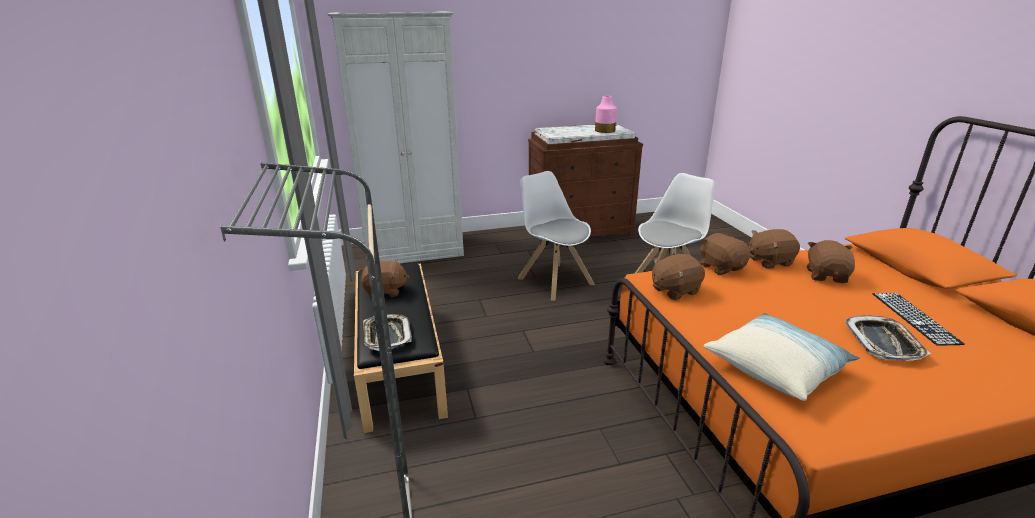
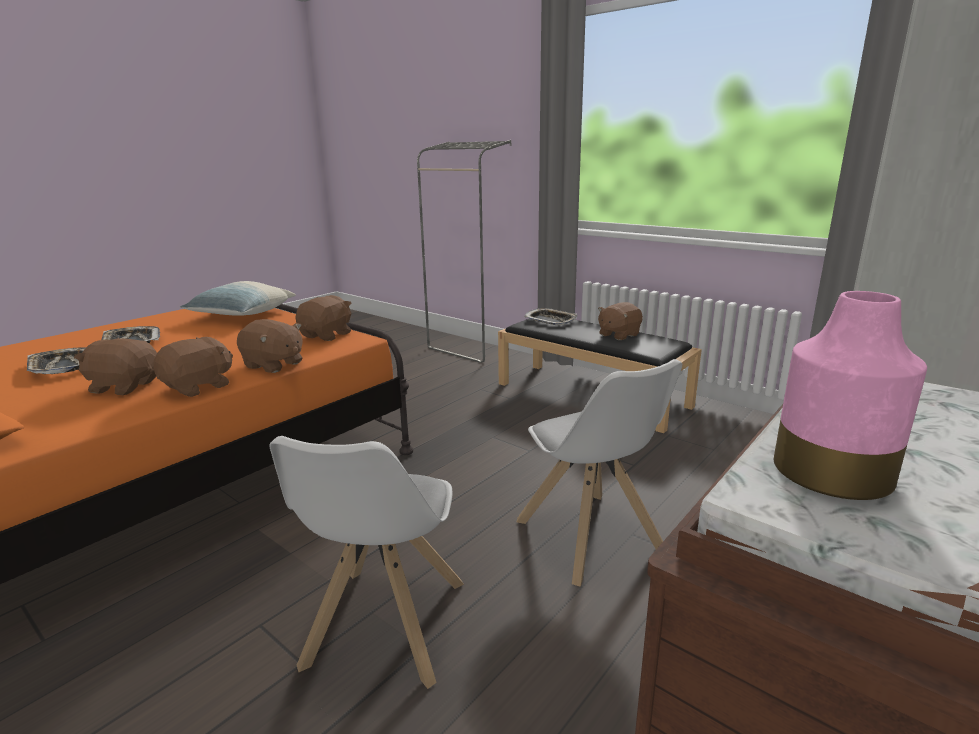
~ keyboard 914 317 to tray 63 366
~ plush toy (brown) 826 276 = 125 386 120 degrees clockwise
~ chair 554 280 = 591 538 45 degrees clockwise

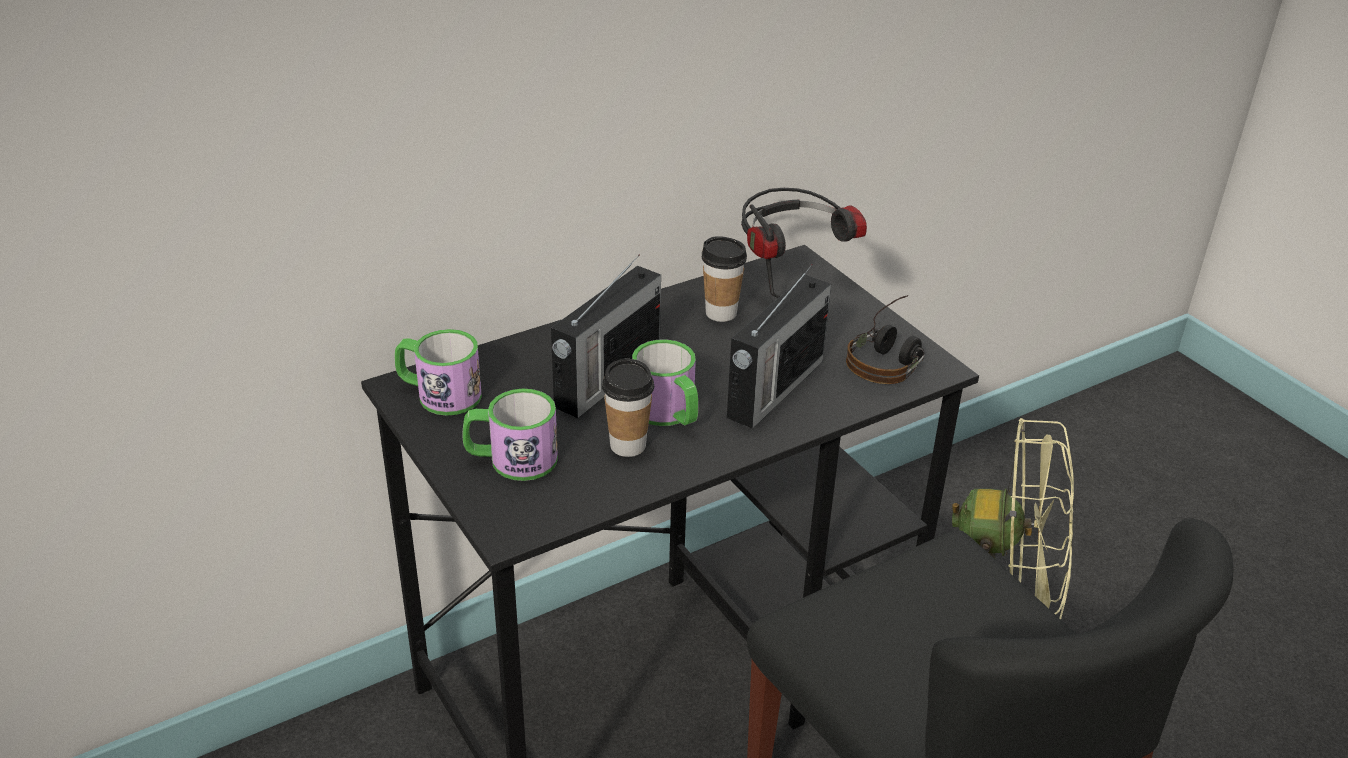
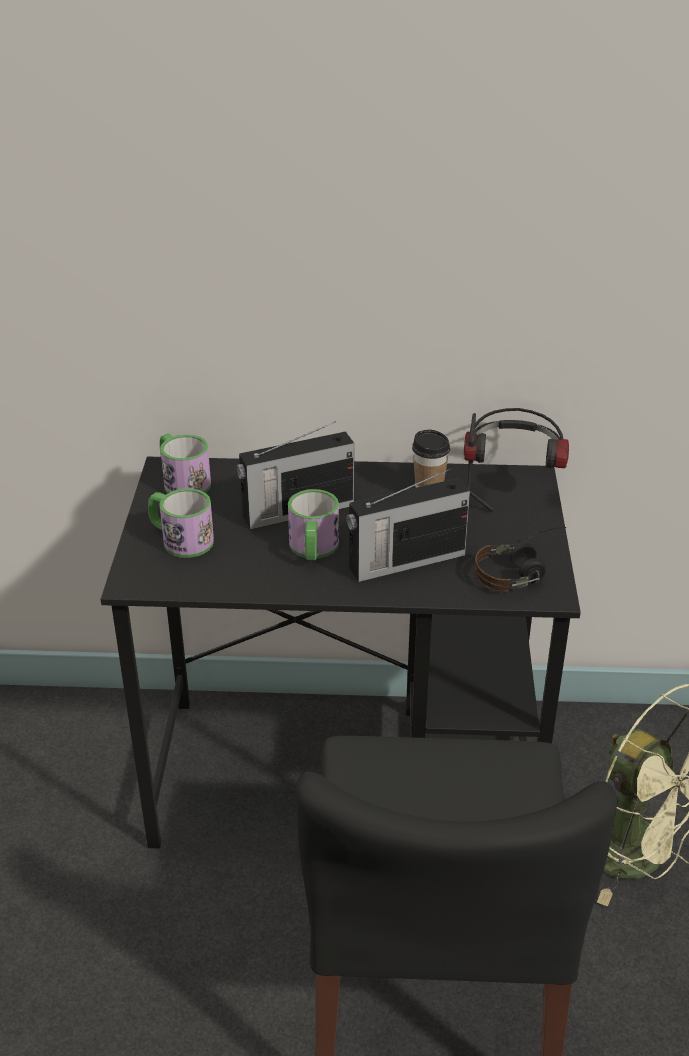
- cup 628 445

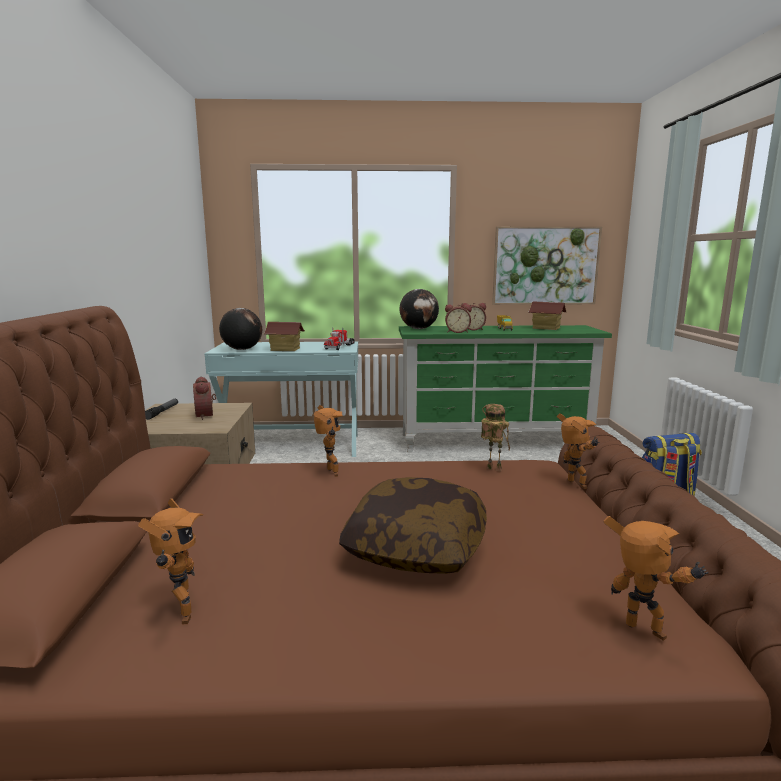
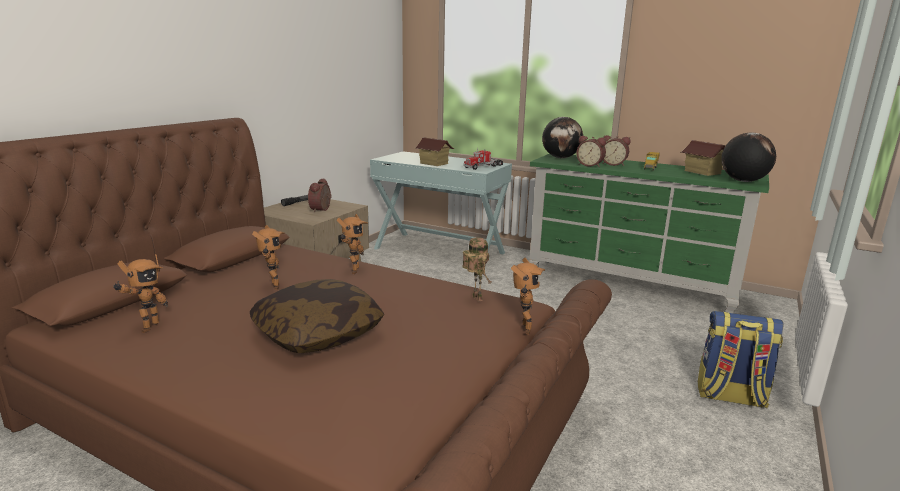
~ toy robot 644 634 to 272 286
~ globe 242 349 to 743 181
- picture 545 266

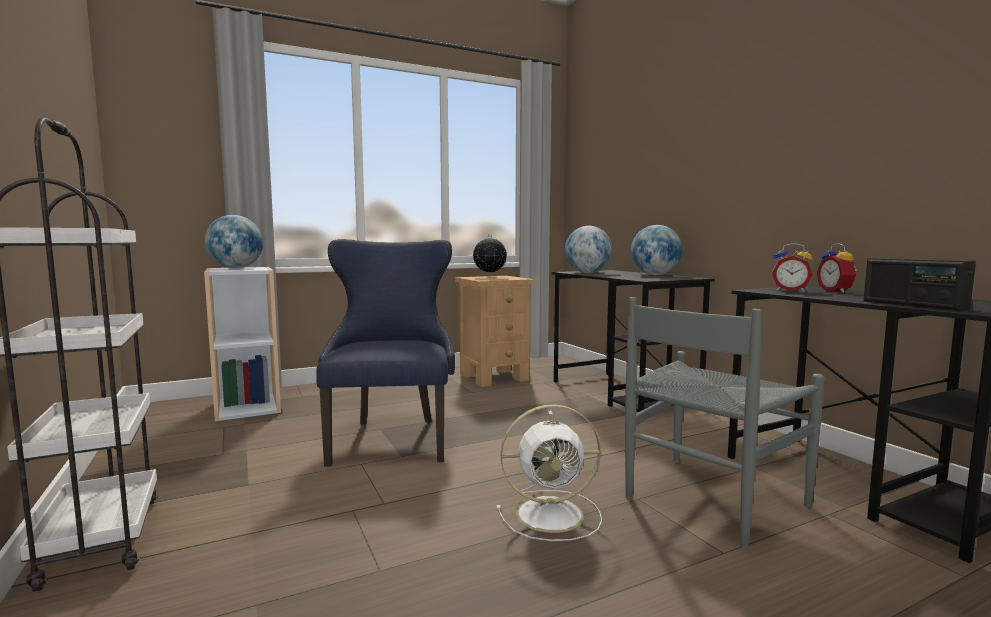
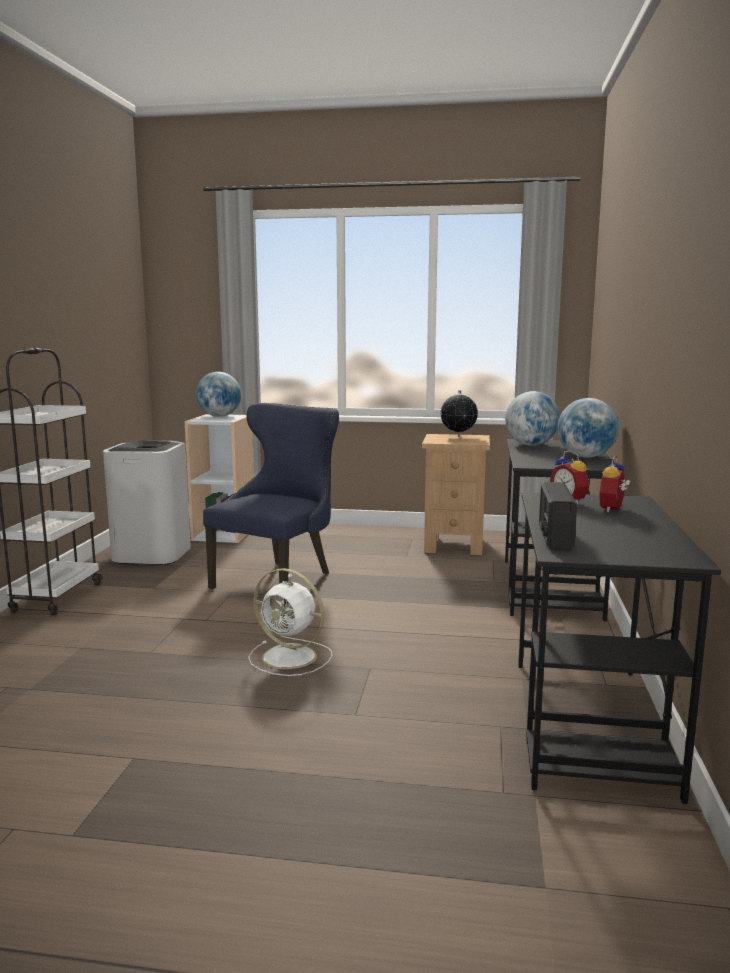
+ trash can (white) 153 554
- chair (grey) 709 501

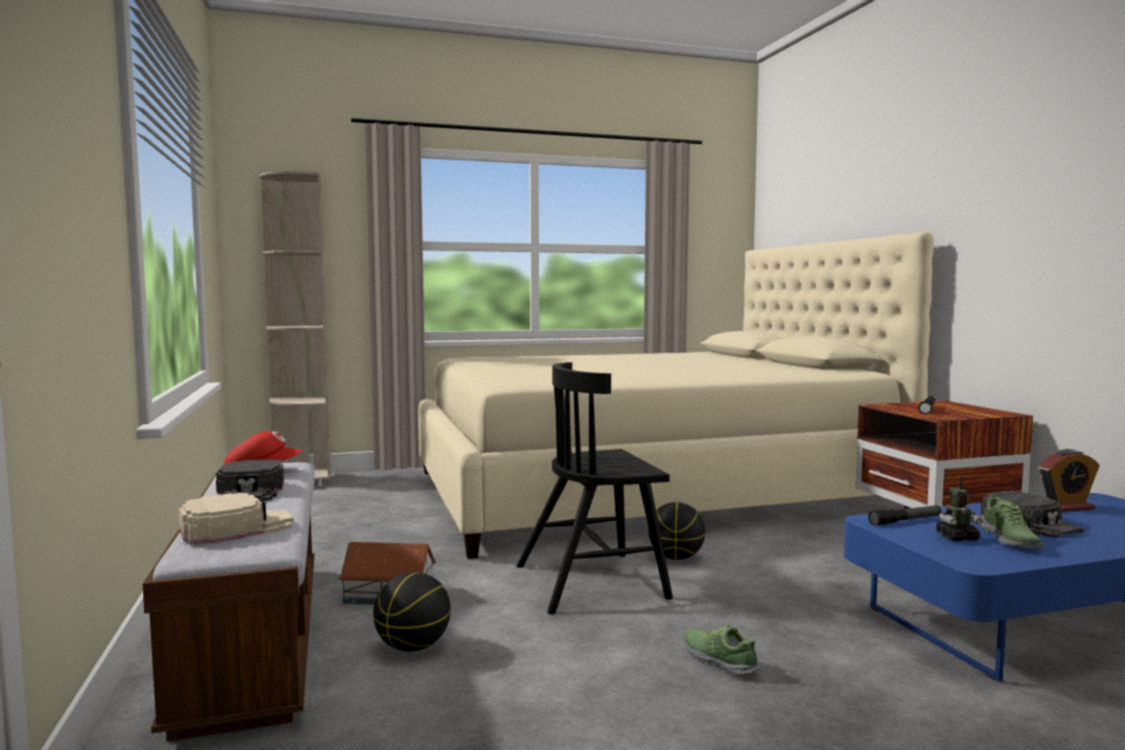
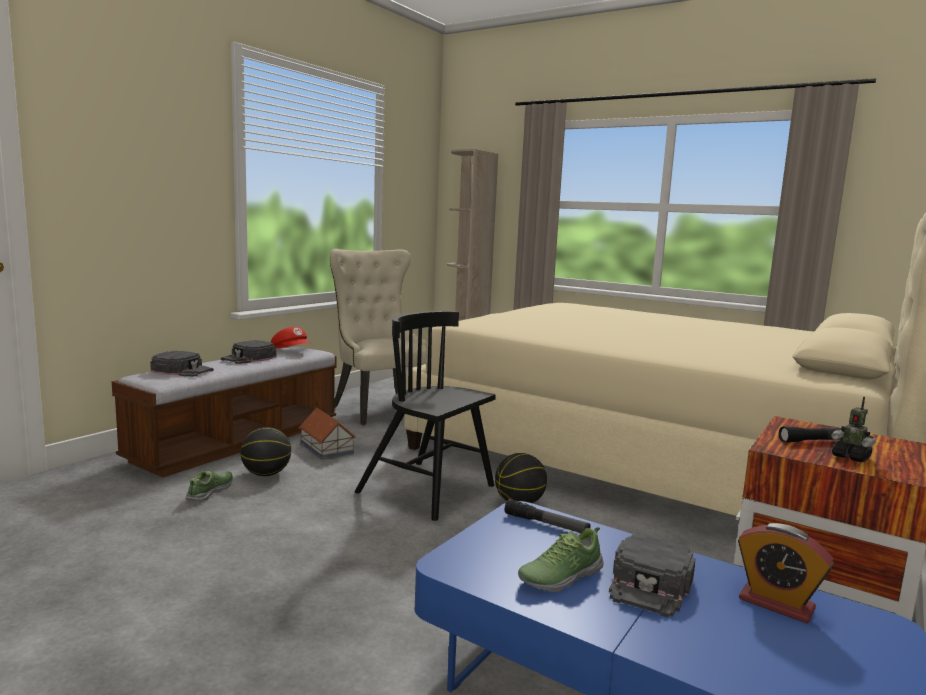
~ cap (beige) 236 528 to cap (black) 183 370
~ shoe 719 660 to 211 492
+ chair (beige) 379 410
~ toy robot 957 538 to 851 457

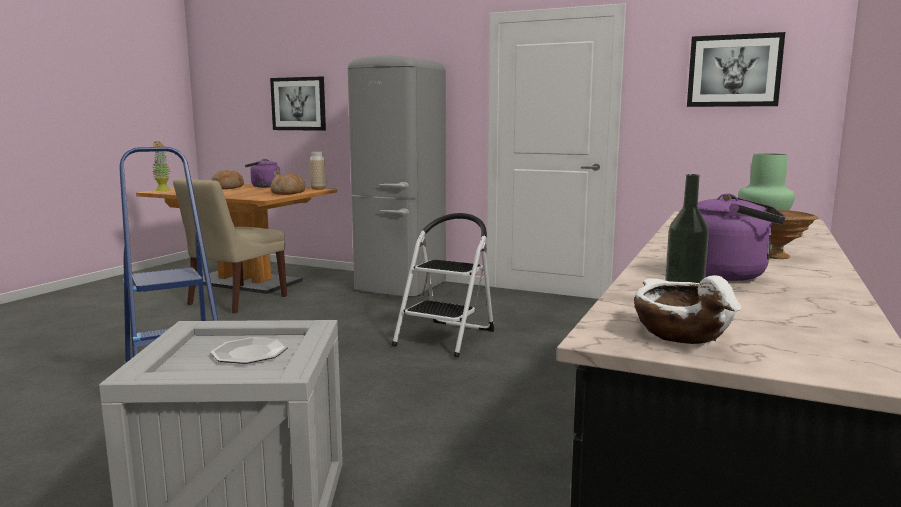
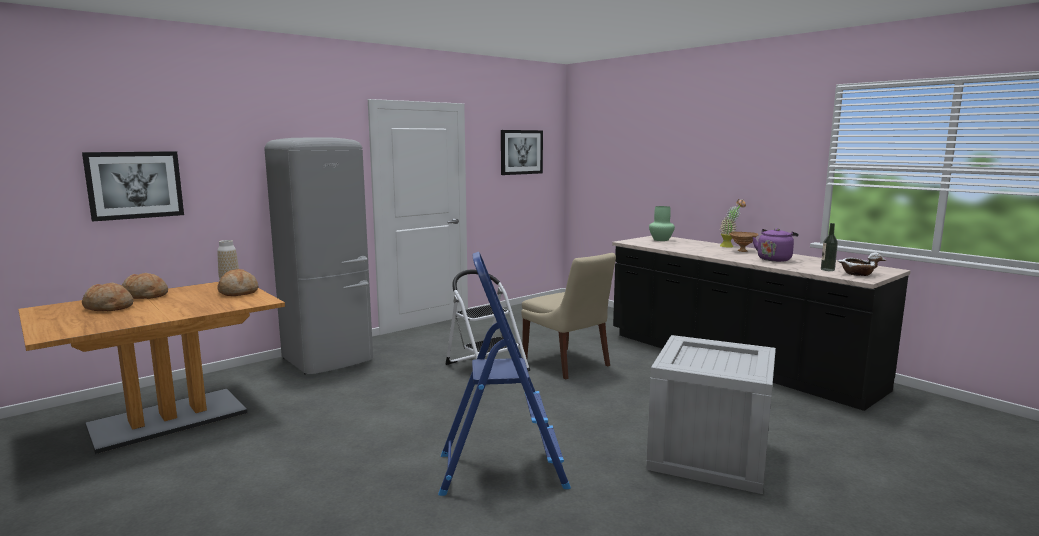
~ kettle (purple) 263 186 to bread 145 295
~ chair (beige) 235 301 to 567 364
~ potted plant 163 190 to 730 246
- plate 249 353

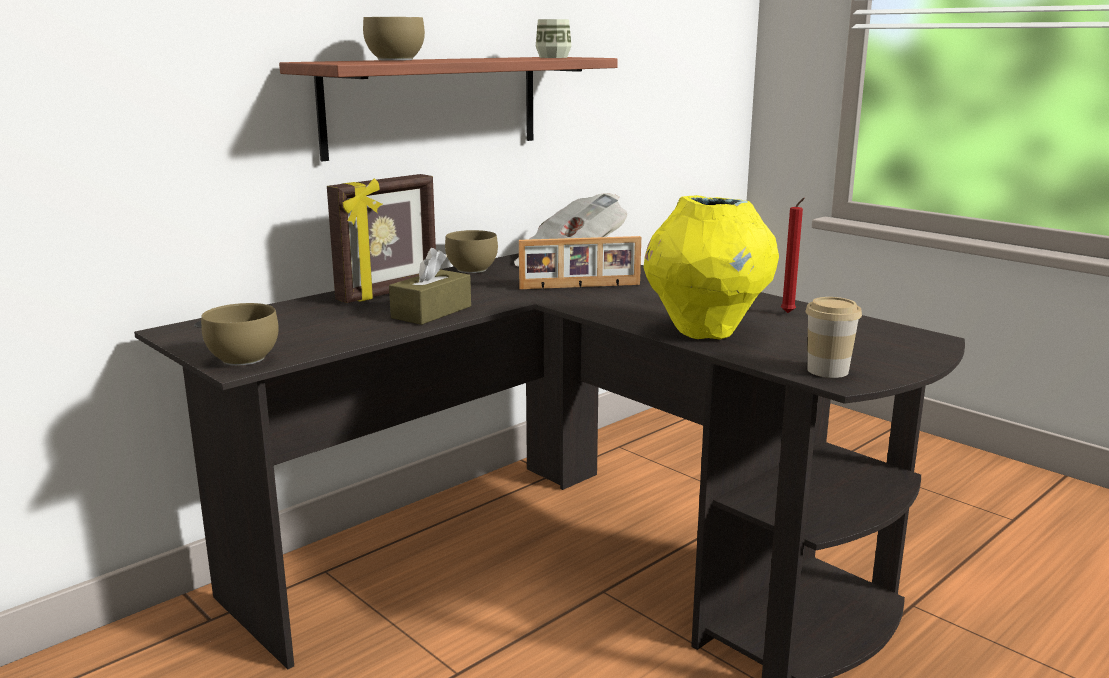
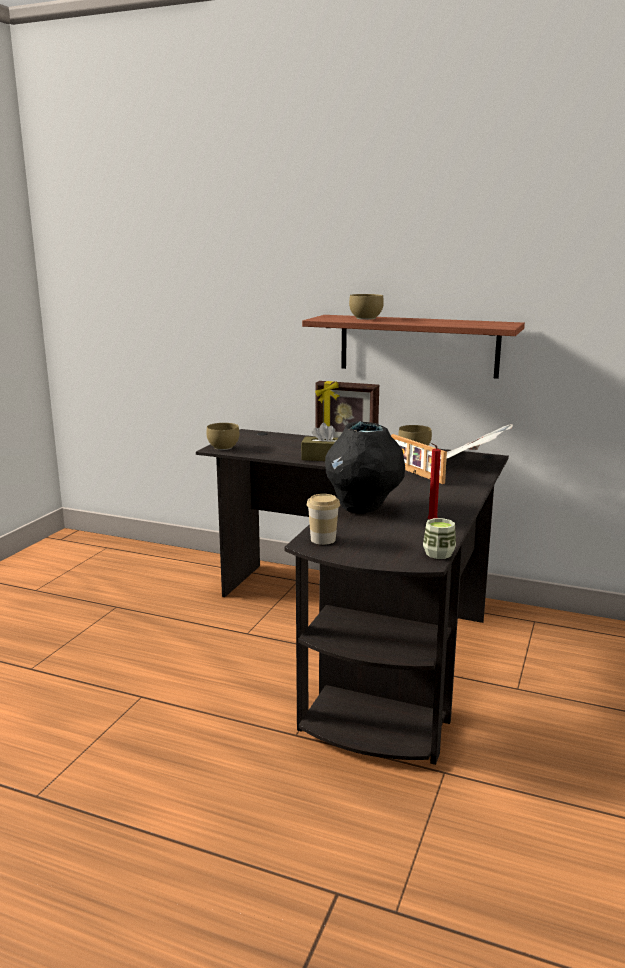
~ vase (yellow) 705 331 to vase (black) 363 508
~ cup 553 57 to 438 554

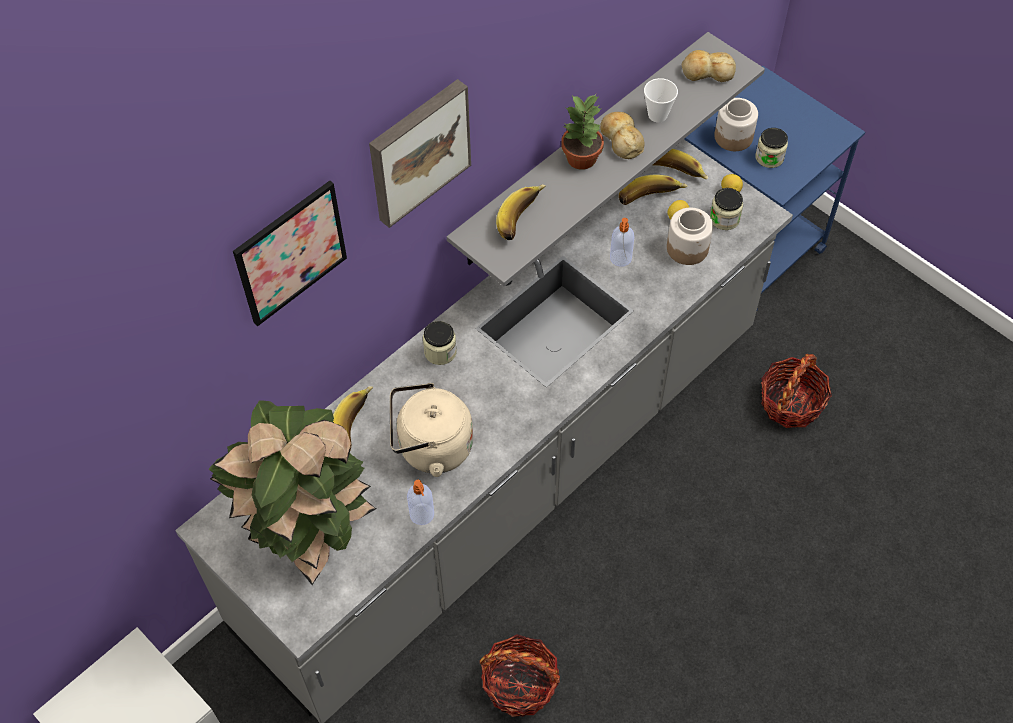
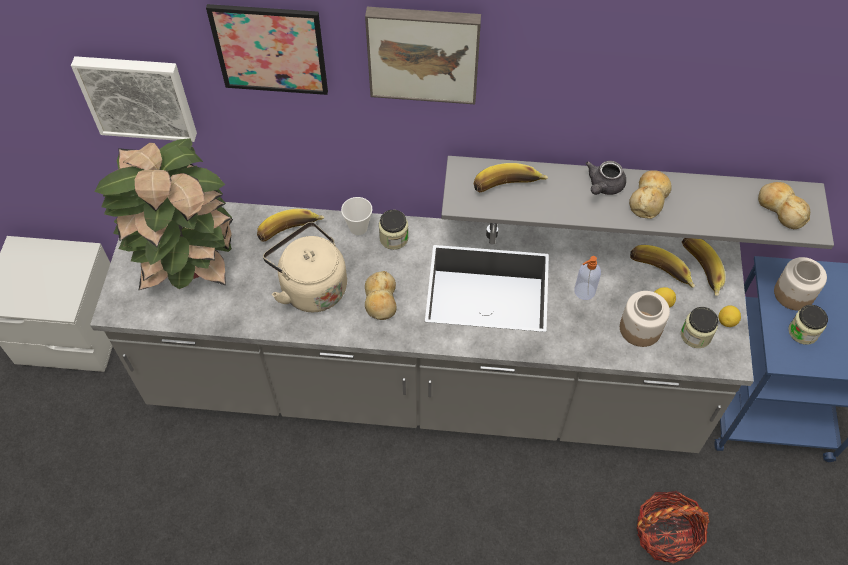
+ picture 138 96
~ cup 657 115 to 358 228
+ bread 380 300
~ potted plant 582 159 to teapot (grey) 603 186
- soap dispenser 422 515
- basket 520 684

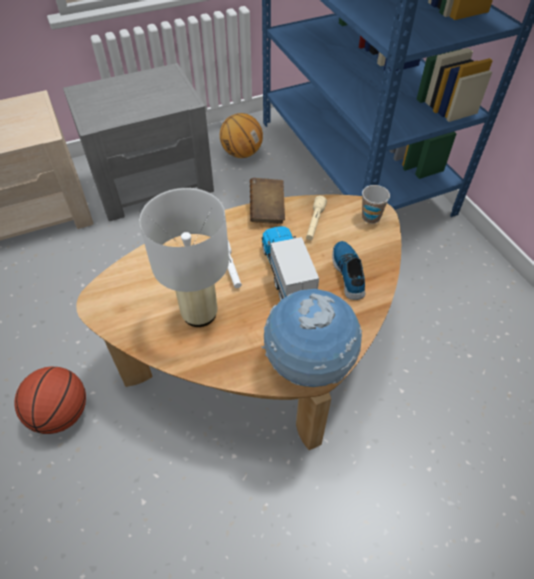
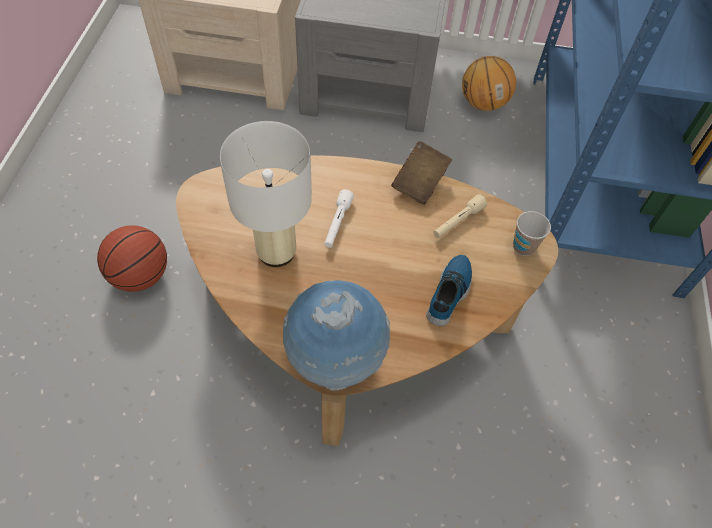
- toy truck 287 274

